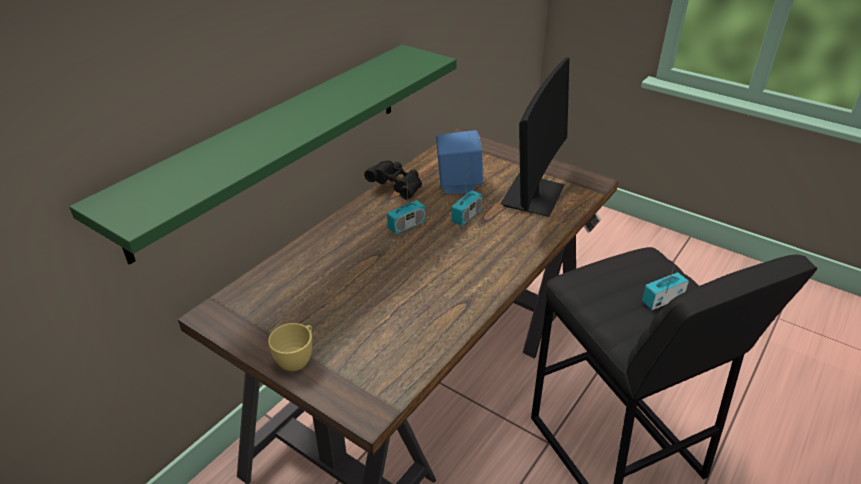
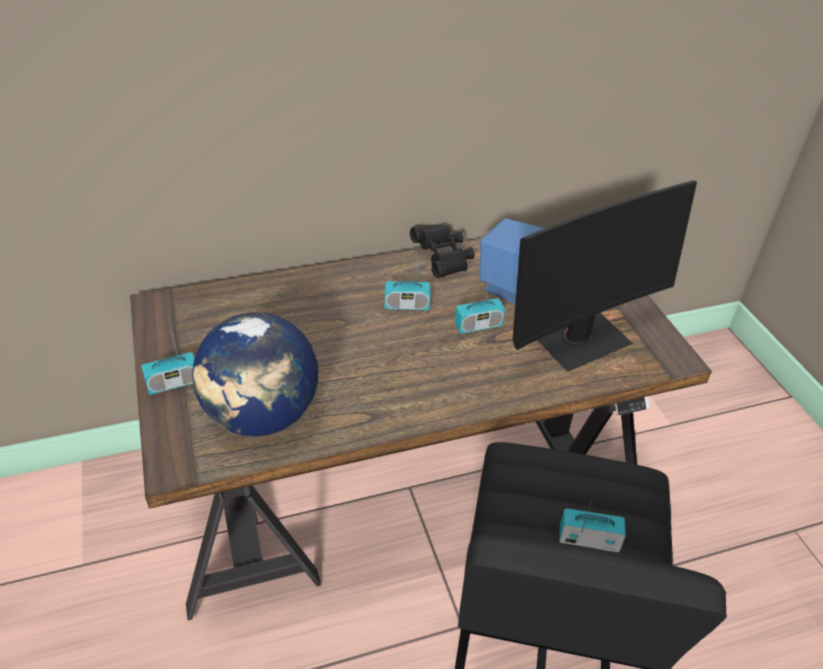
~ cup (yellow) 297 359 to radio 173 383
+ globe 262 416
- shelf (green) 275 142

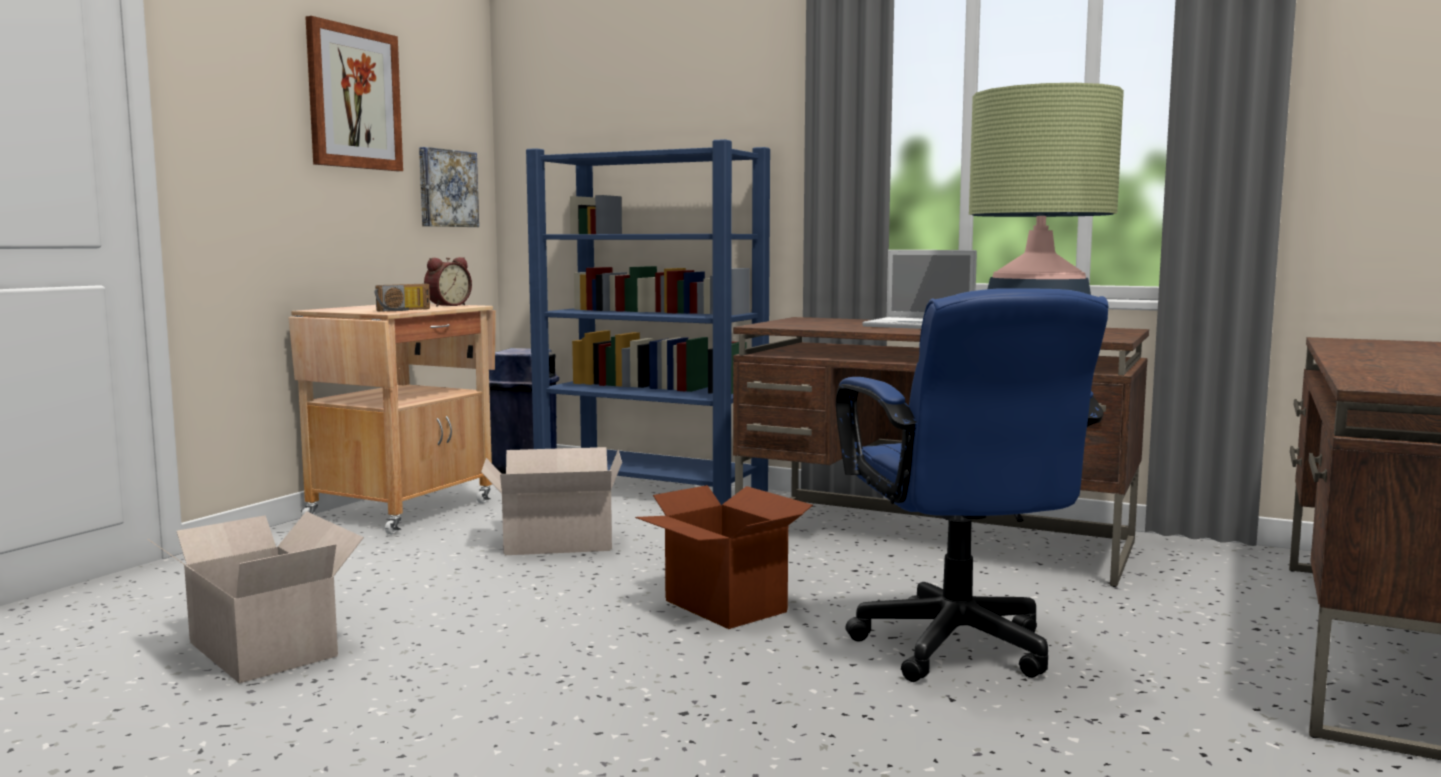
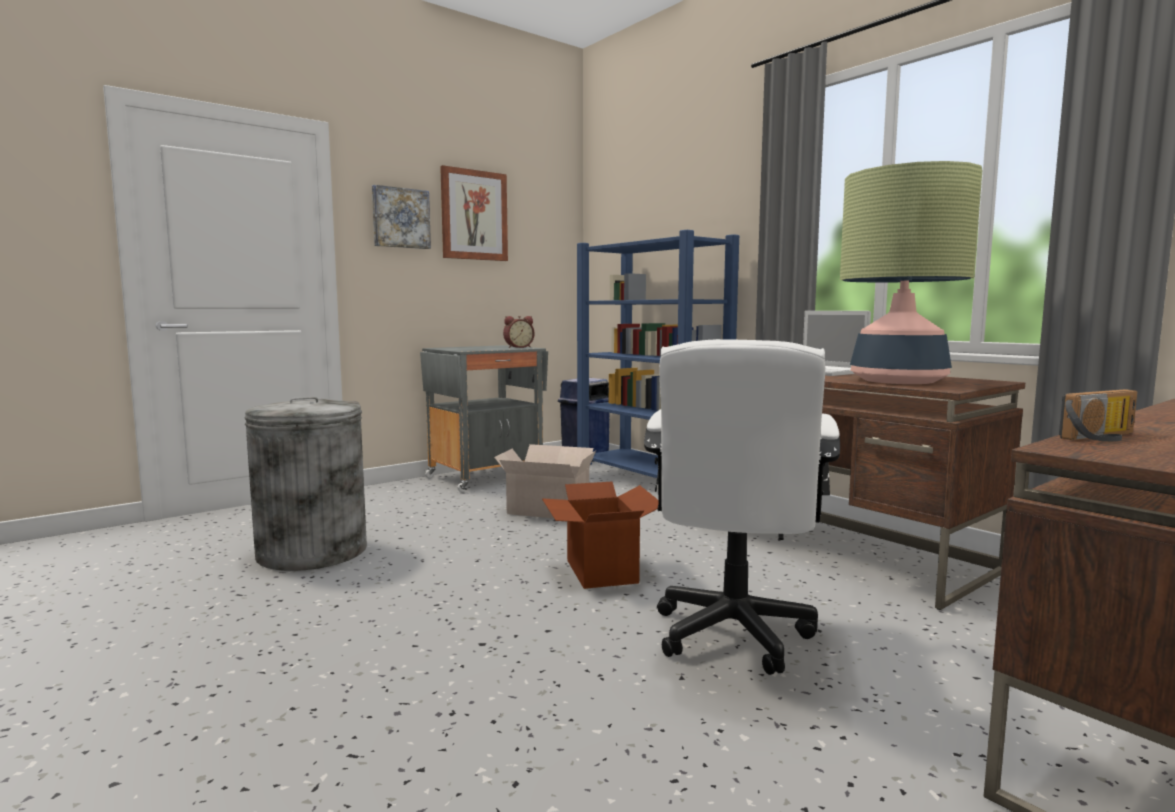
~ cardboard box 262 647 to trash can (grey) 313 551
~ picture 446 188 to 400 218
~ cart (brown) 403 510 to cart (grey) 486 477
~ office chair (blue) 959 652 to office chair (white) 733 640
~ radio 405 310 to 1105 437

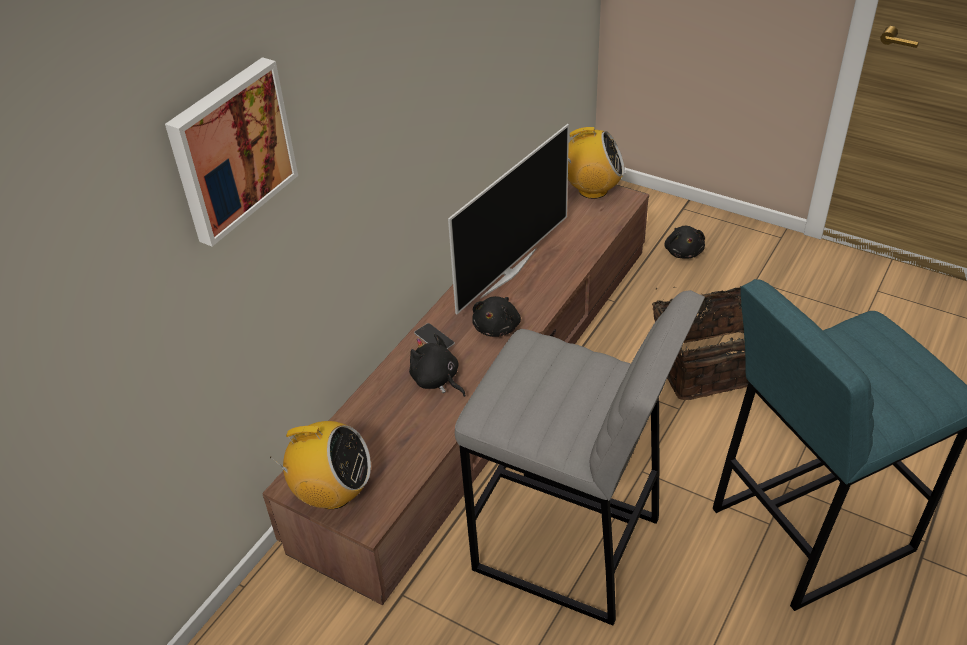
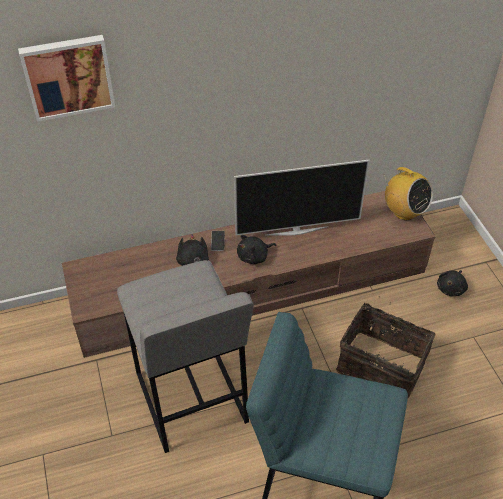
- radio 332 493

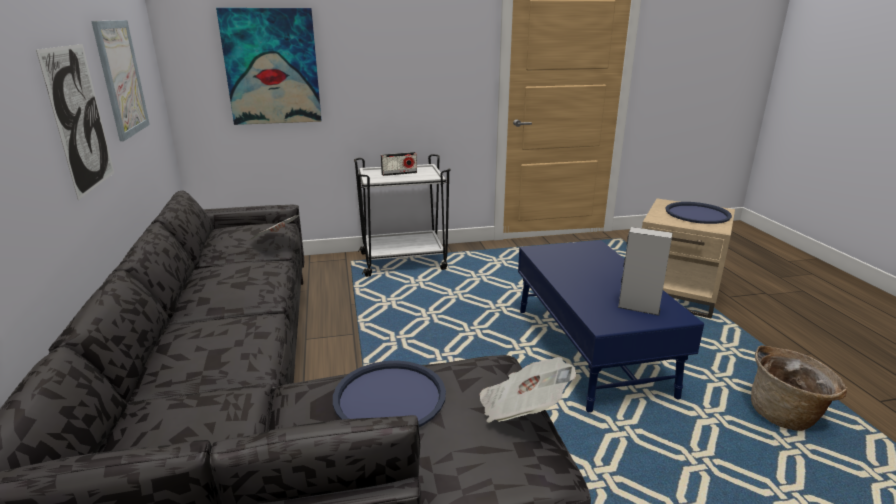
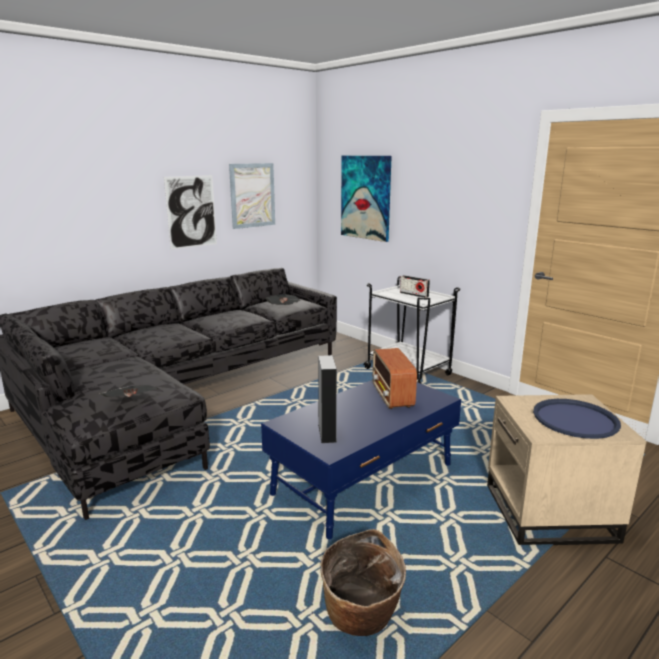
+ radio 392 396
- tray (blue) 390 397

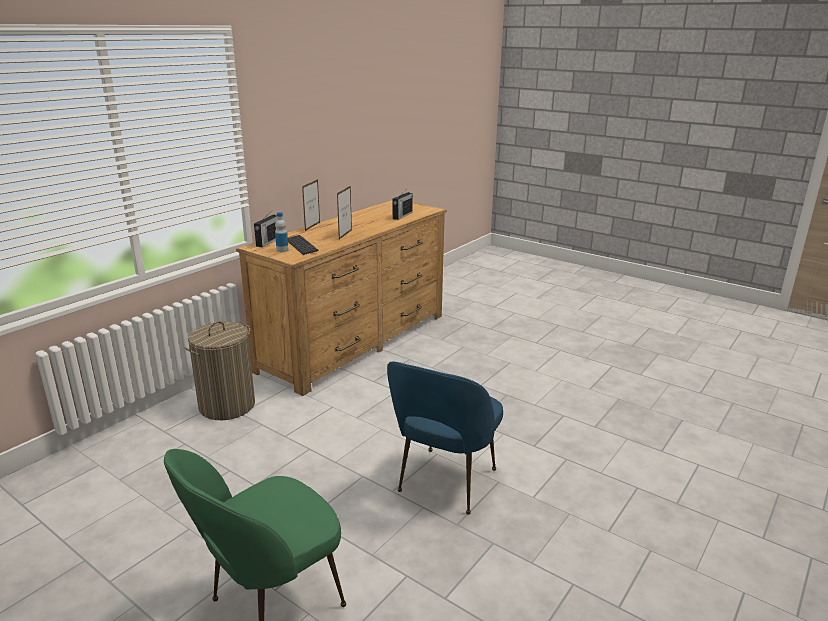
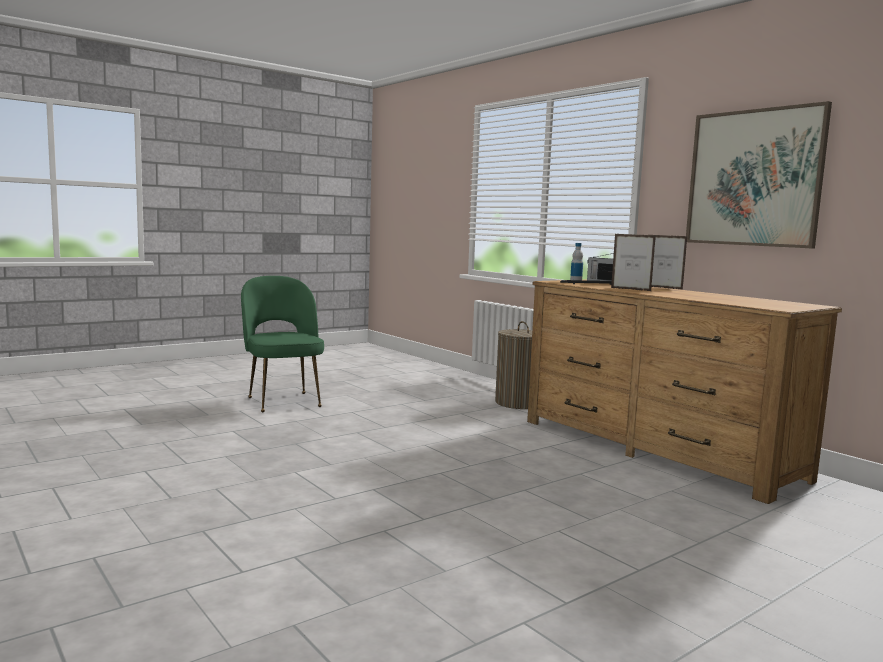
+ picture 754 178
- chair (blue) 443 485
- radio 402 216

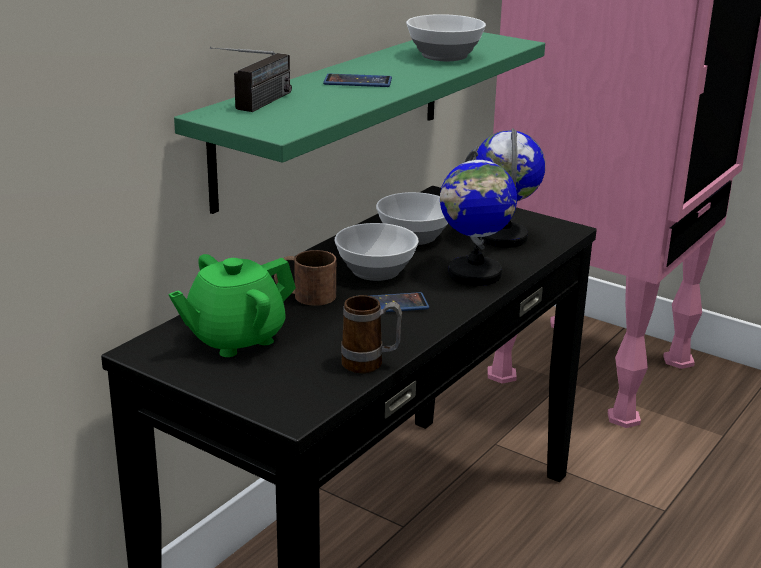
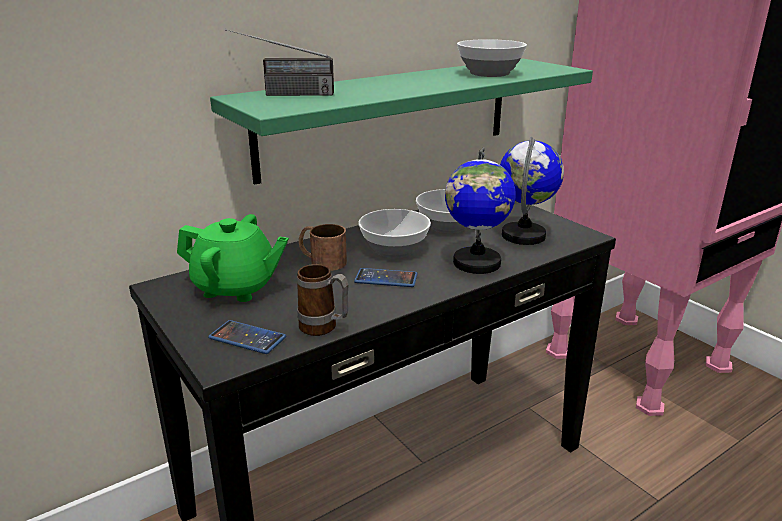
~ teapot (green) 235 338 = 236 288 150 degrees counterclockwise
~ phone 357 82 to 247 338
~ radio 255 106 = 281 94 45 degrees clockwise

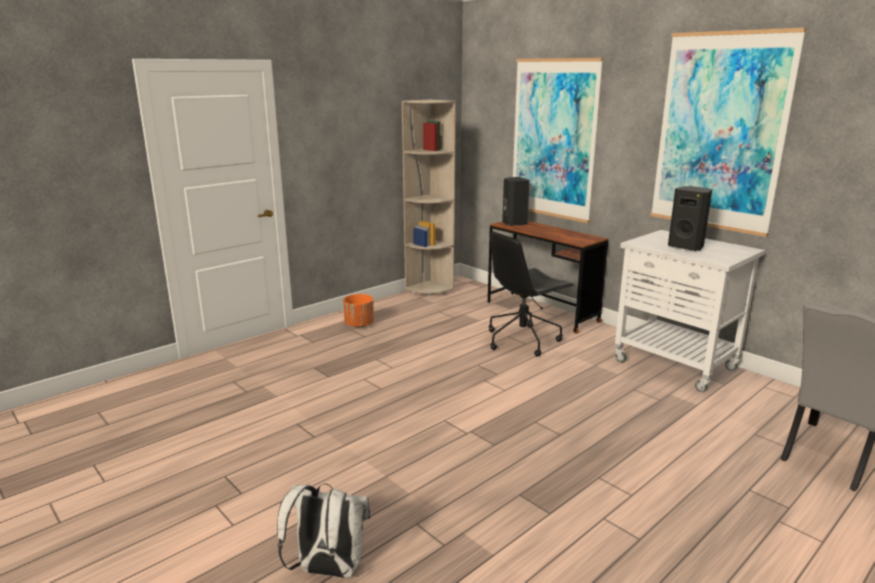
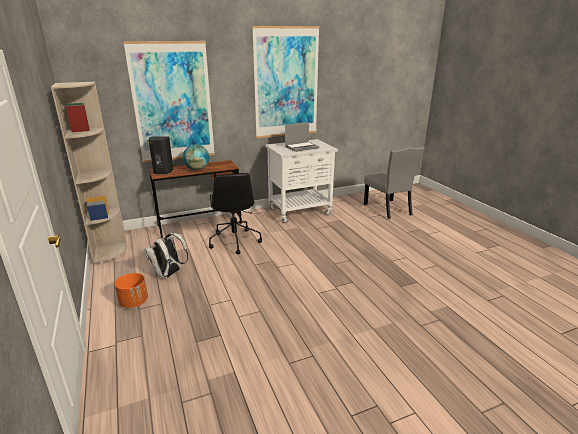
~ backpack (white) 327 570 to 169 274
+ globe 197 169
~ speaker (black) 687 247 to laptop 302 147

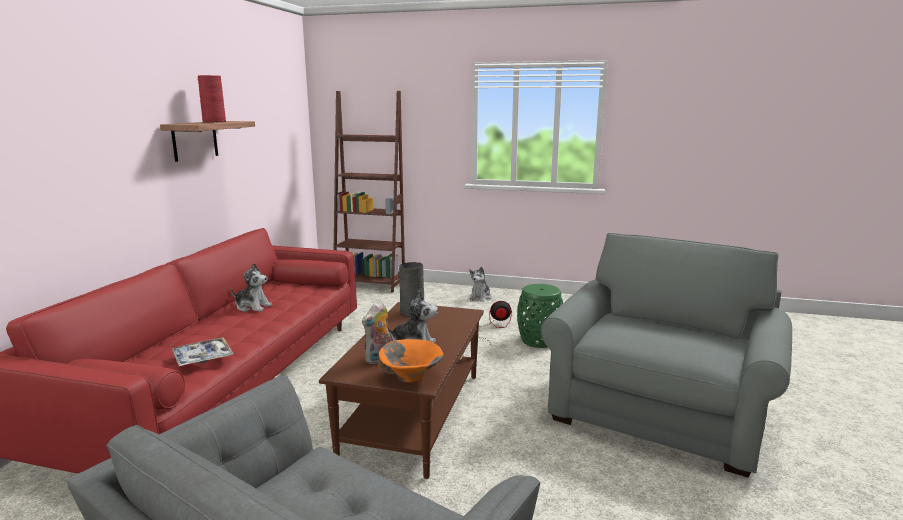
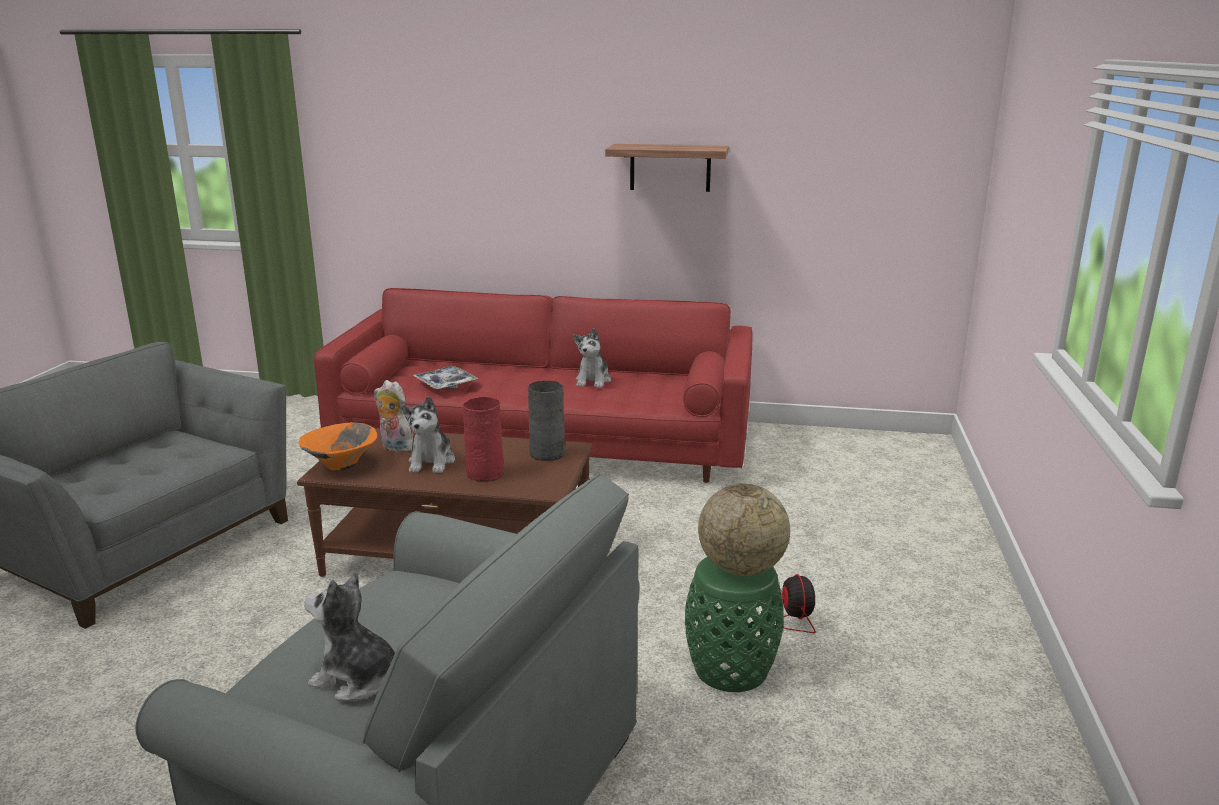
~ plush toy 480 297 to 357 679
~ vase (red) 213 122 to 485 473
+ globe 741 568
- bookcase (brown) 369 284

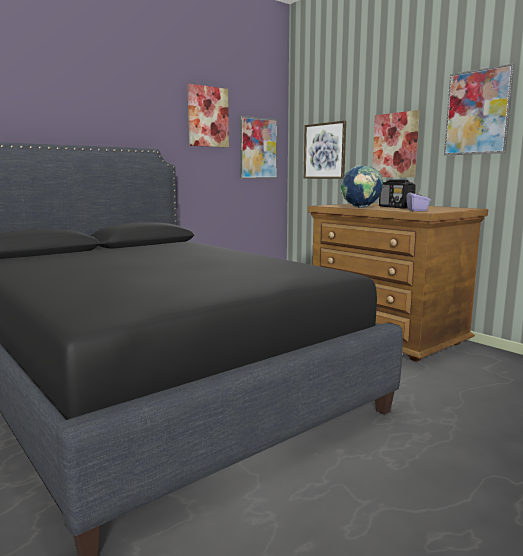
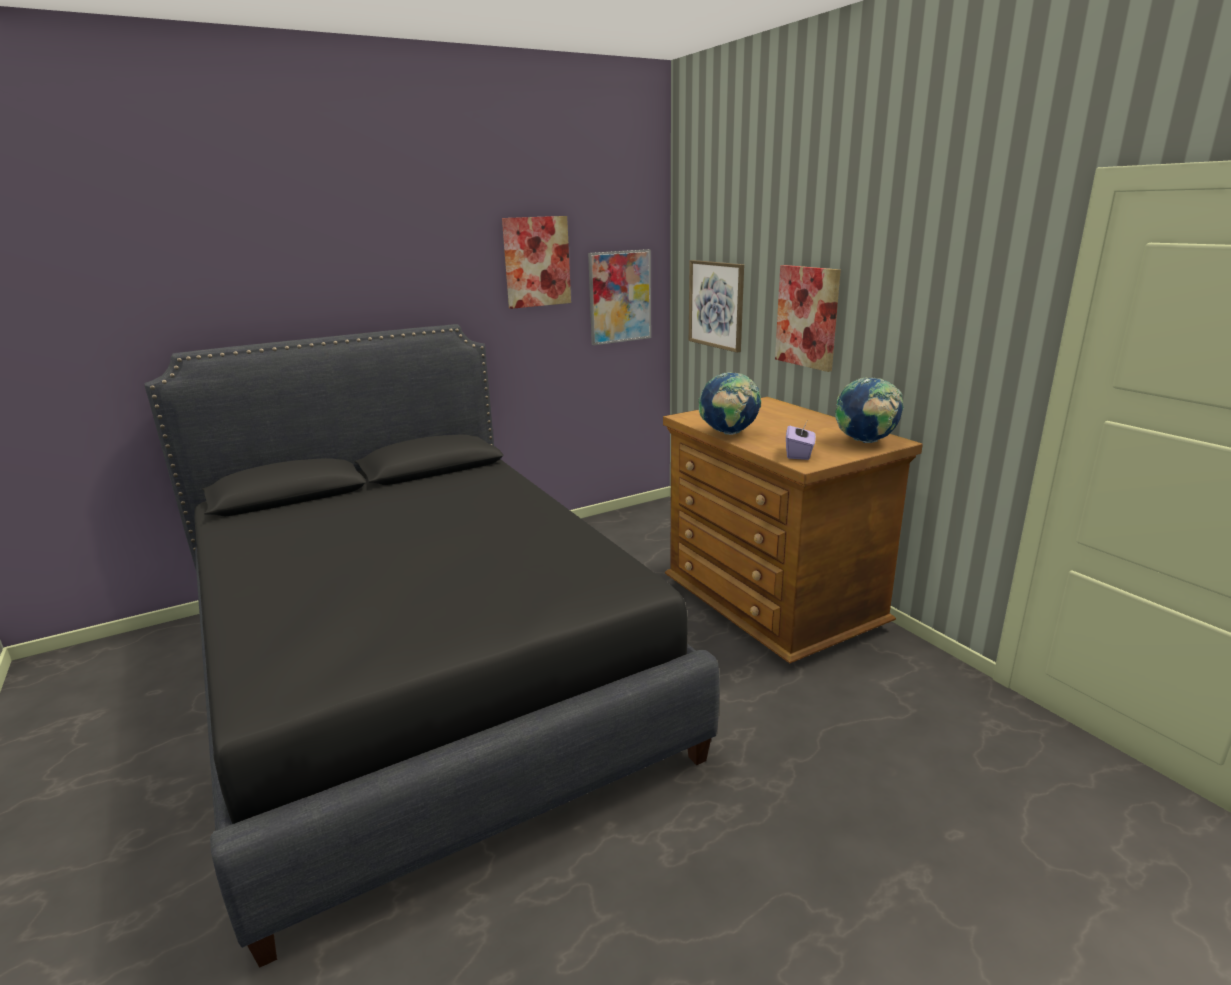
+ globe 865 442
- radio 396 207
- picture 478 112

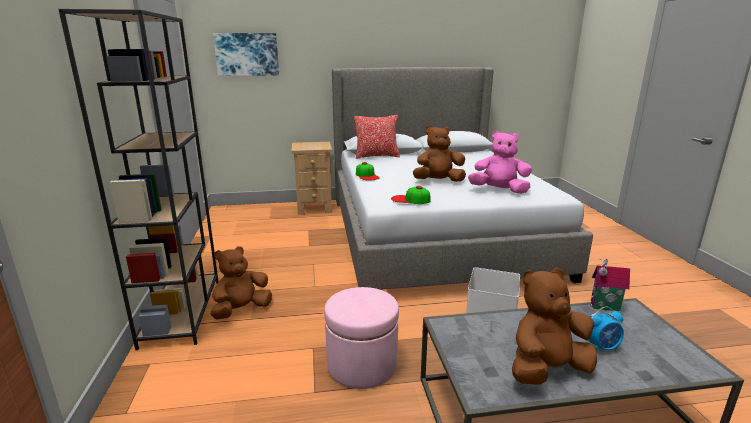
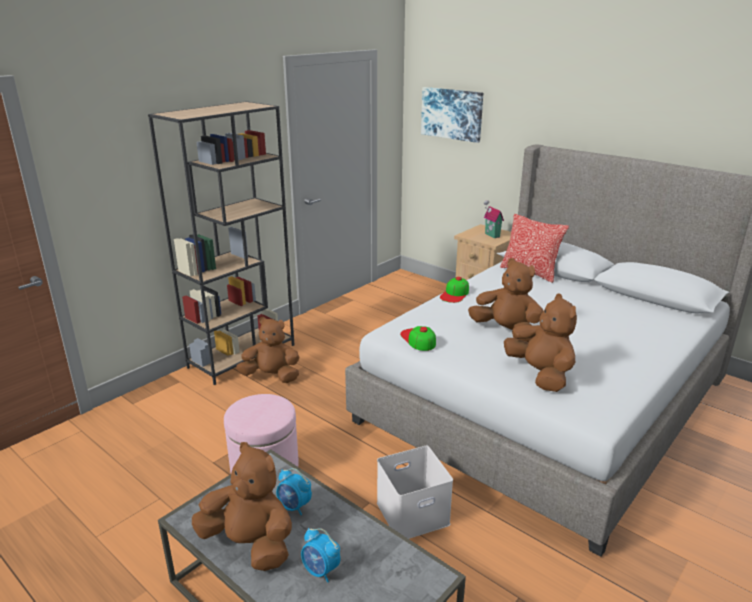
+ alarm clock 294 507
~ toy house 605 308 to 491 235
~ plush toy (pink) 499 190 to plush toy (brown) 540 375

